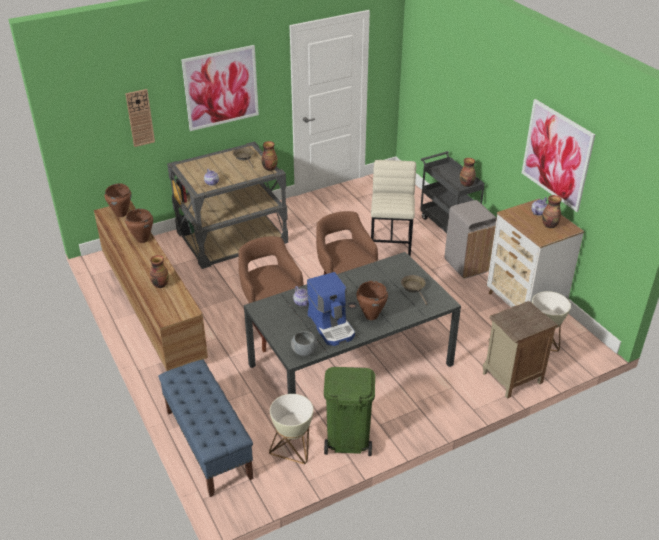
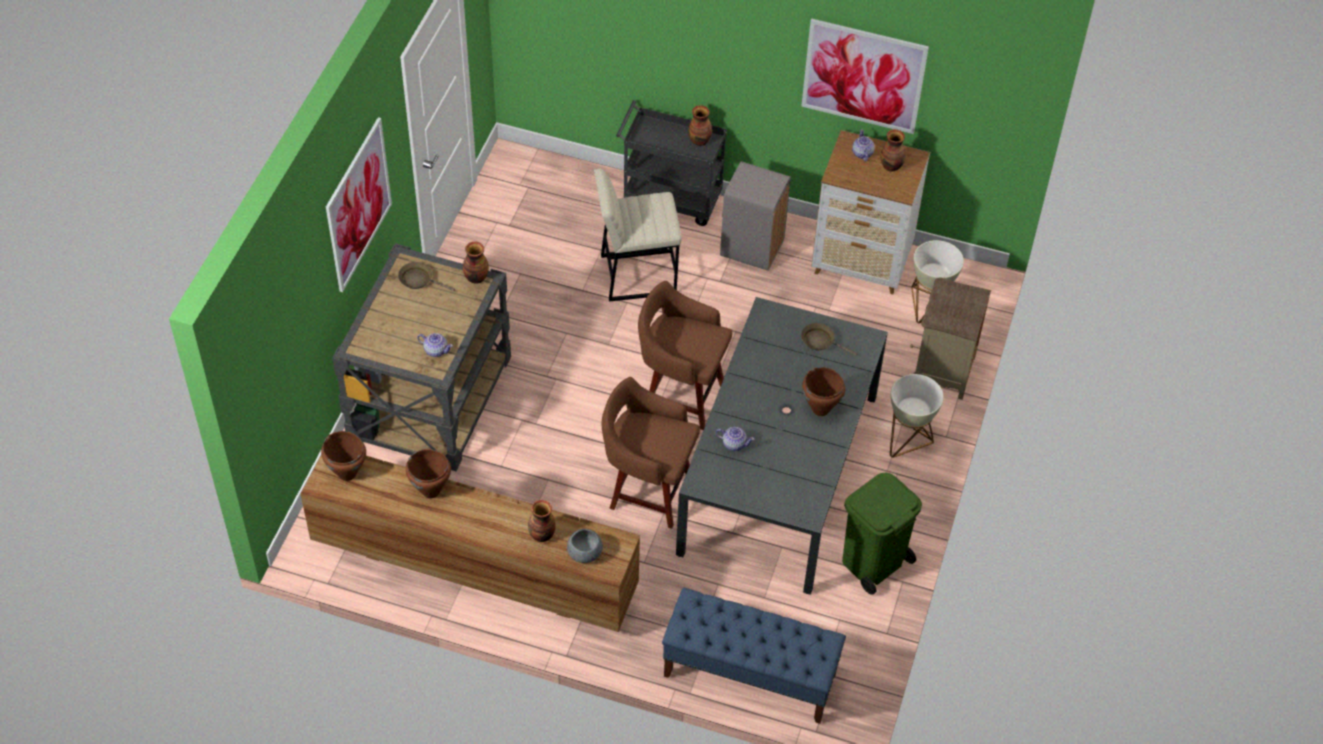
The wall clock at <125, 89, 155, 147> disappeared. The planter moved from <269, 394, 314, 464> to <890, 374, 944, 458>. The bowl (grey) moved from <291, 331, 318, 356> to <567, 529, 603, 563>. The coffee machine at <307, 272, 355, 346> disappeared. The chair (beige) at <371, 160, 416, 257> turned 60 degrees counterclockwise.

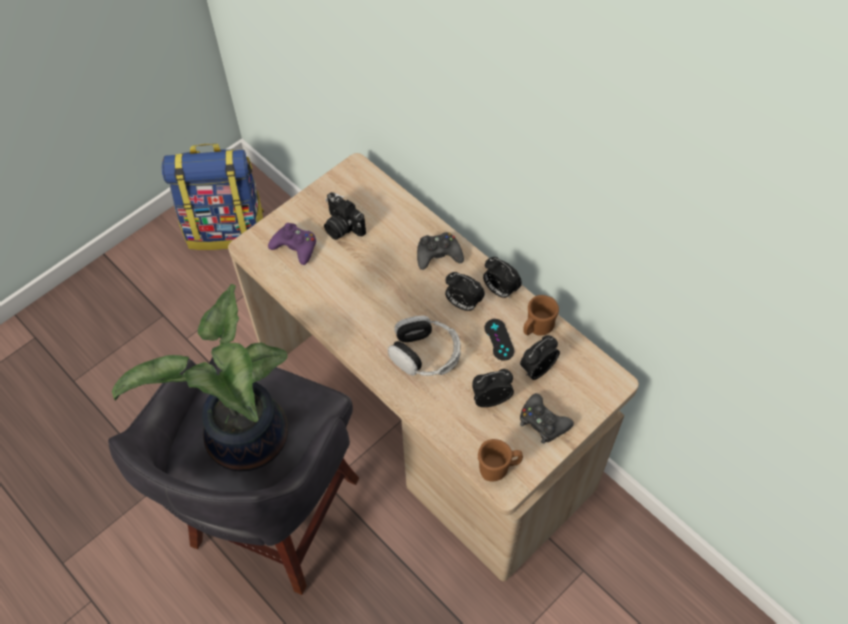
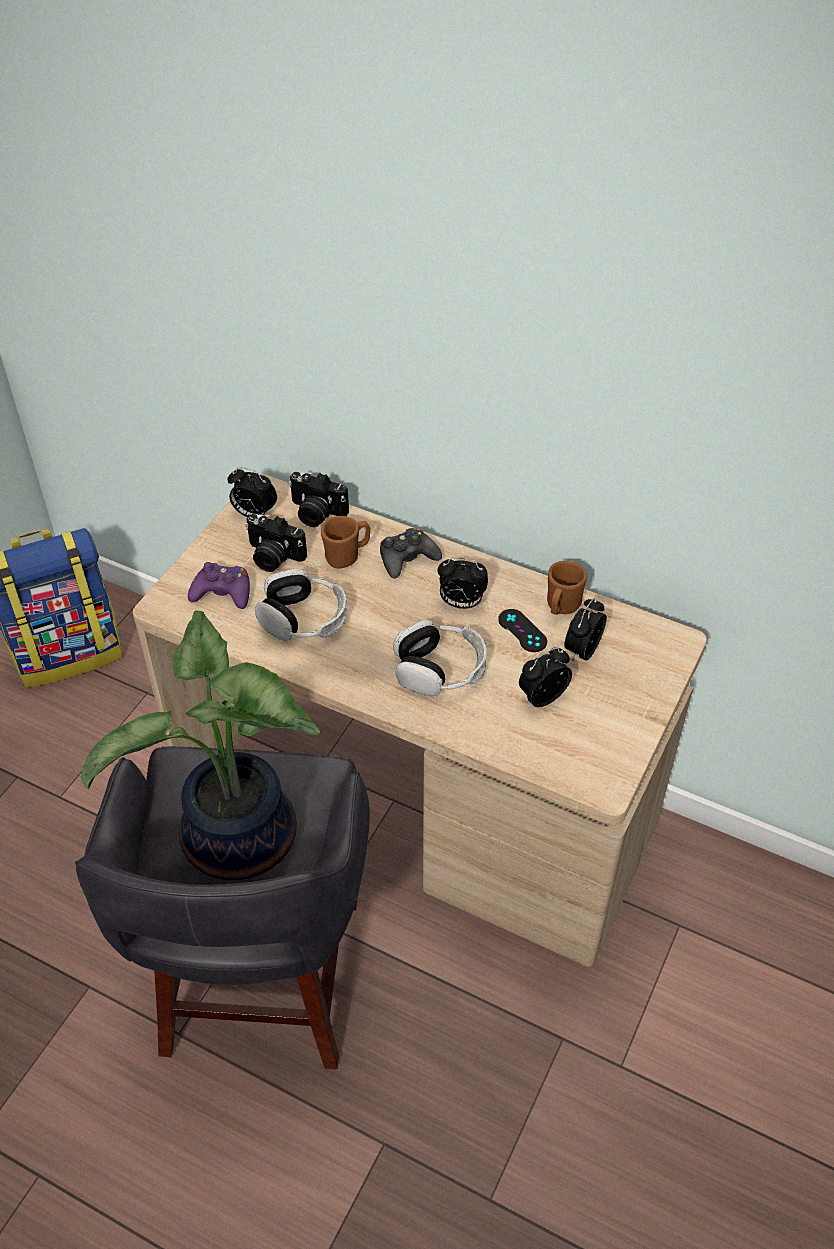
The mug (brown) moved from <478, 439, 523, 482> to <321, 516, 370, 569>. The alarm clock moved from <483, 257, 522, 299> to <227, 467, 277, 517>. The game controller (black) at <520, 393, 574, 444> disappeared. The headphones at <255, 569, 347, 641> appeared. The photo camera at <288, 472, 349, 527> appeared.

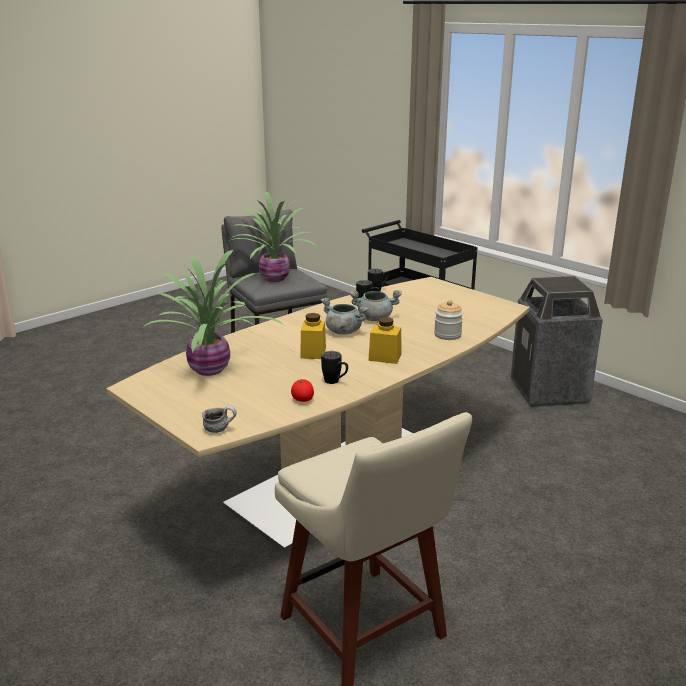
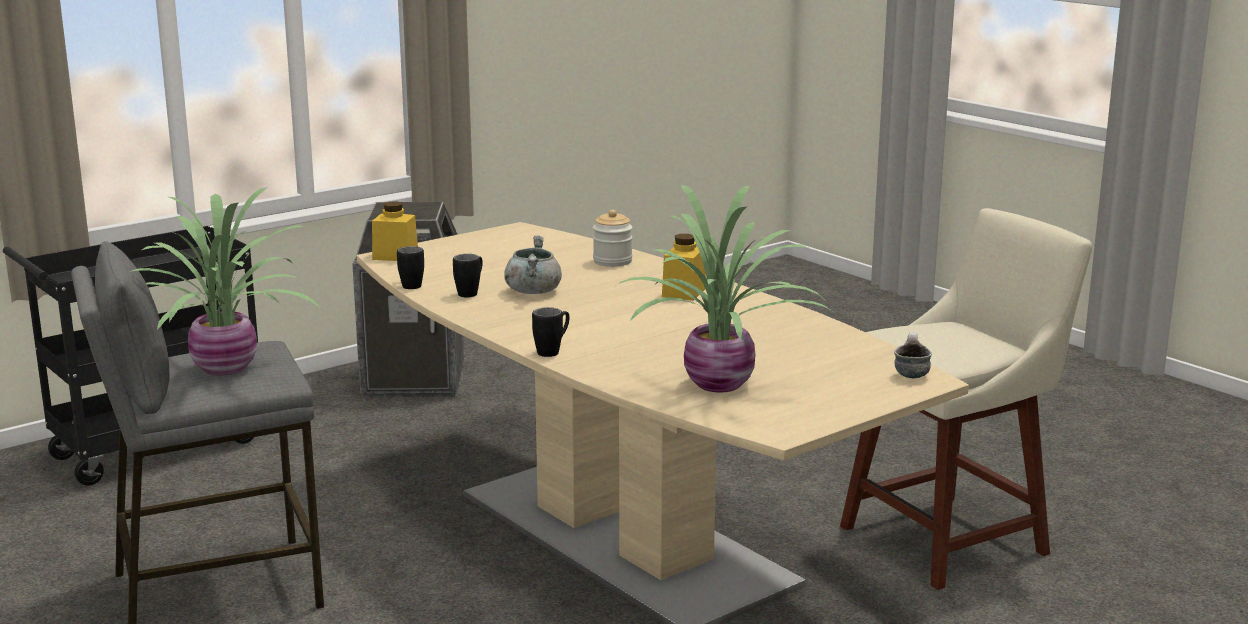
The tomato at <291, 379, 314, 402> disappeared. The jar (yellow) moved from <300, 313, 326, 359> to <372, 201, 418, 261>. The cooking pot (grey) at <321, 298, 369, 335> disappeared. The mug (black) moved from <321, 351, 348, 384> to <532, 307, 570, 357>.

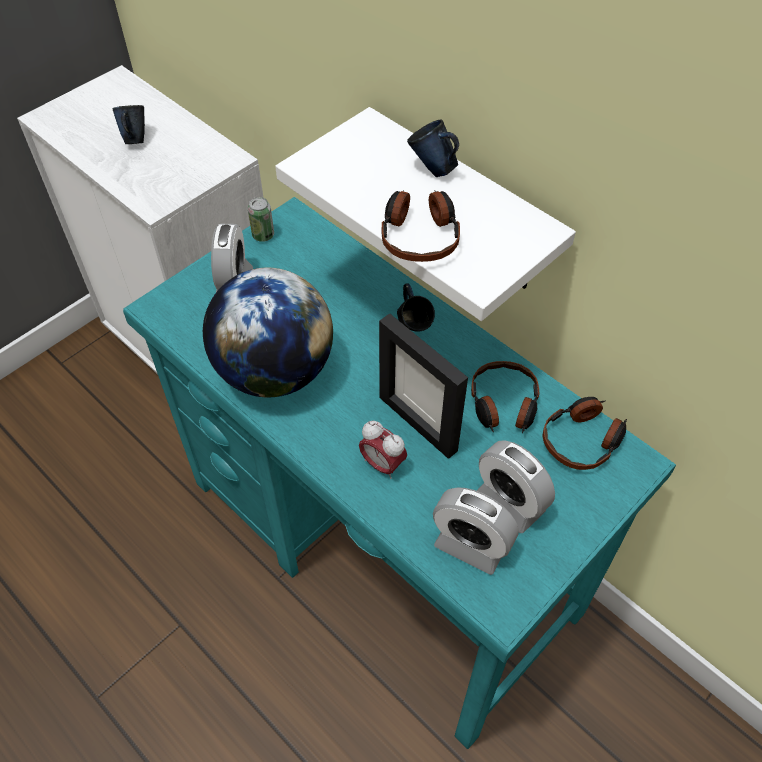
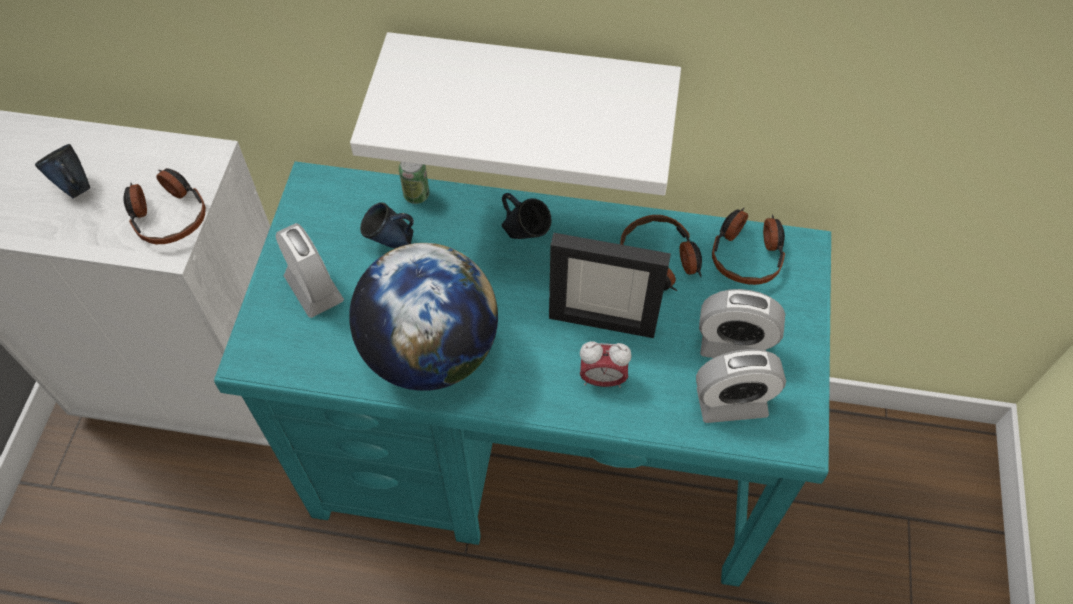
The can moved from <248, 197, 274, 242> to <399, 162, 430, 204>. The headphones moved from <382, 190, 460, 262> to <123, 168, 206, 244>. The mug (blue) moved from <407, 120, 459, 177> to <360, 202, 414, 248>.

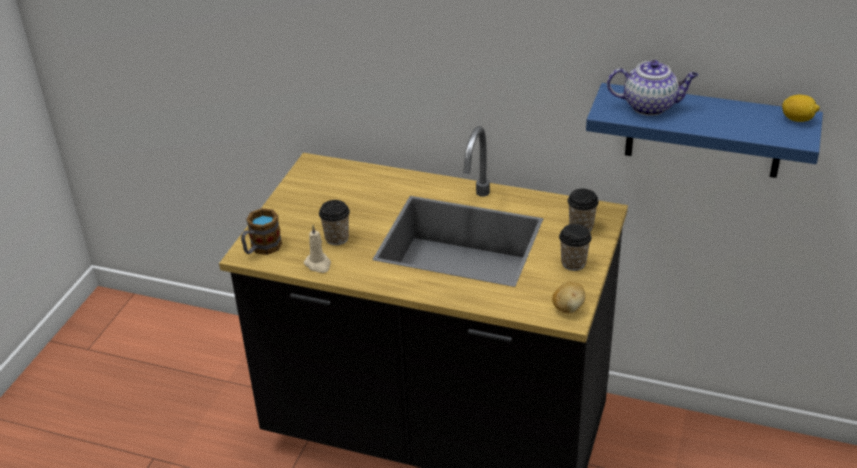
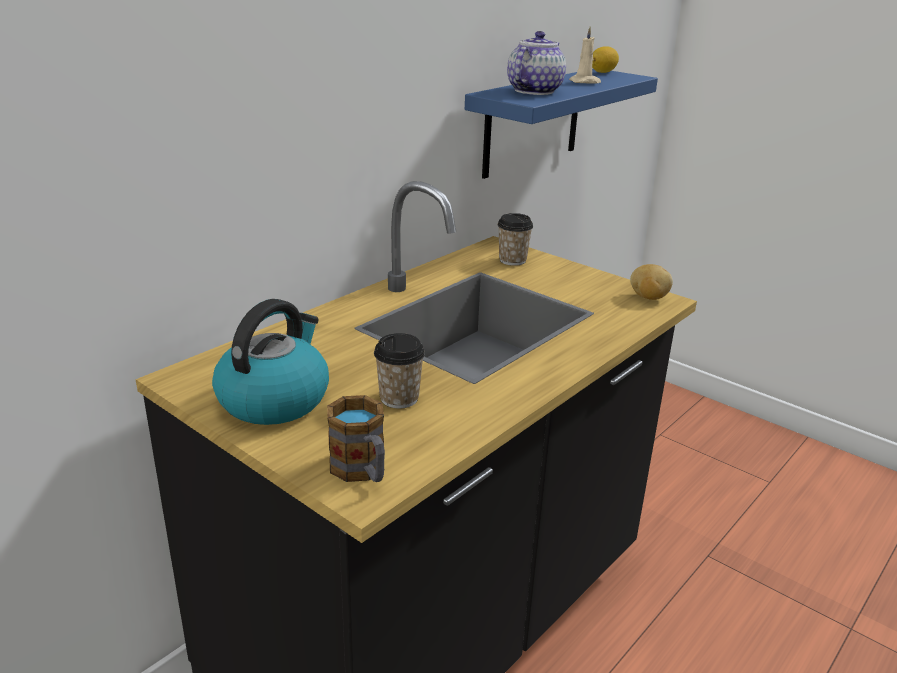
The candle (beige) moved from <304, 225, 331, 273> to <569, 26, 601, 84>. The cup at <559, 224, 592, 271> disappeared. The kettle at <212, 299, 329, 425> appeared.

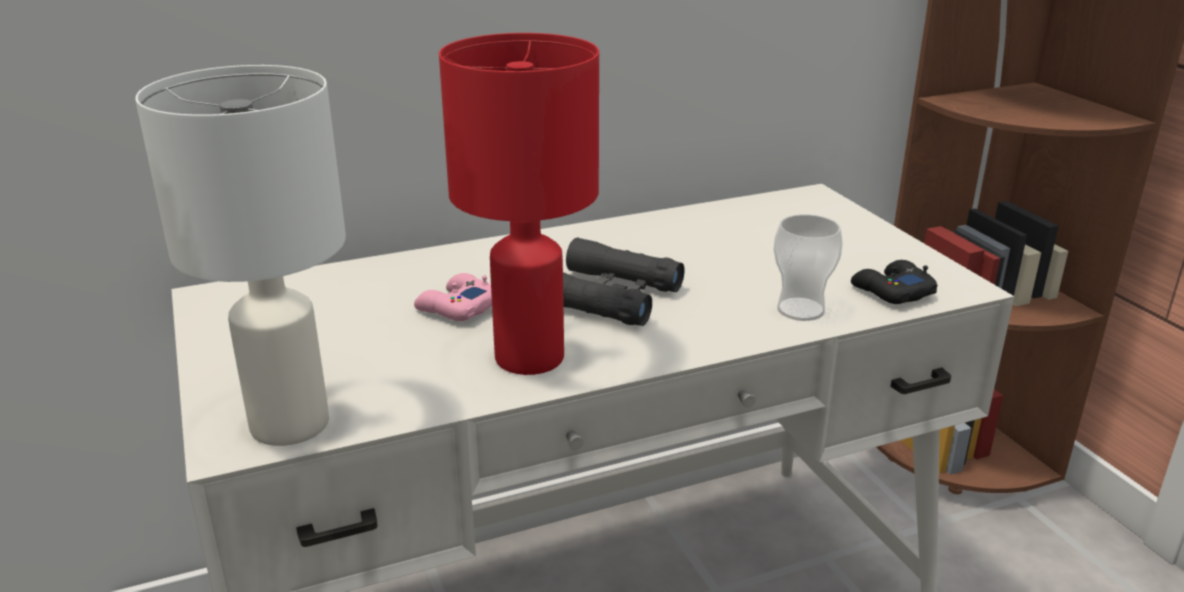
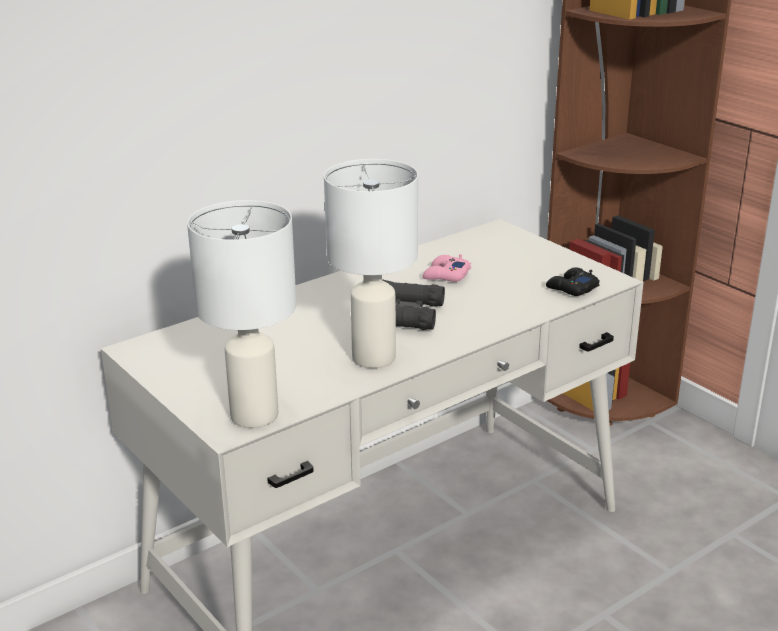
The game controller (pink) moved from <414, 273, 492, 321> to <422, 254, 471, 282>. The table lamp (red) at <439, 33, 599, 375> became the table lamp (white) at <324, 159, 418, 368>. The cup at <773, 214, 843, 321> disappeared.

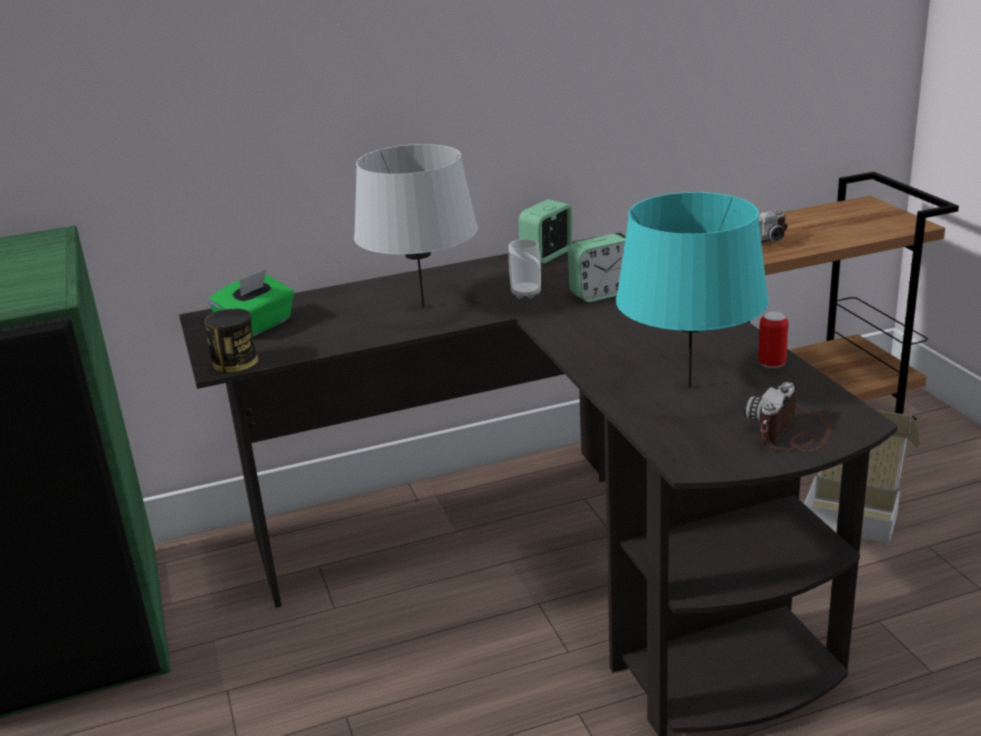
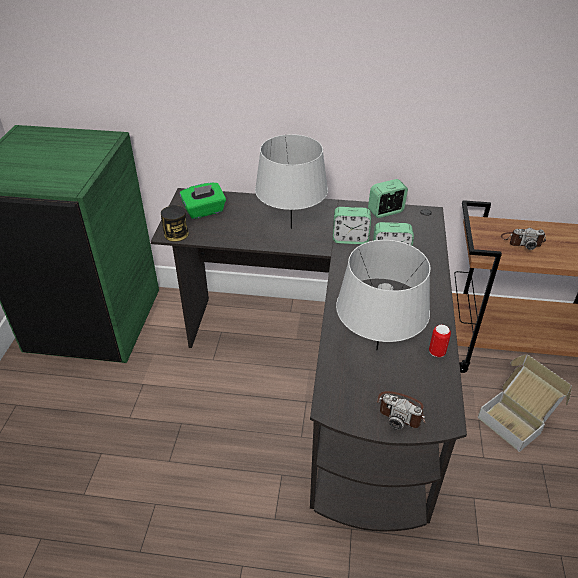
The cup at <508, 239, 541, 299> was replaced by the alarm clock at <333, 207, 371, 244>. The table lamp (turquoise) at <616, 192, 769, 388> became the table lamp (grey) at <336, 240, 430, 350>. The photo camera at <744, 382, 831, 451> turned 120 degrees counterclockwise.

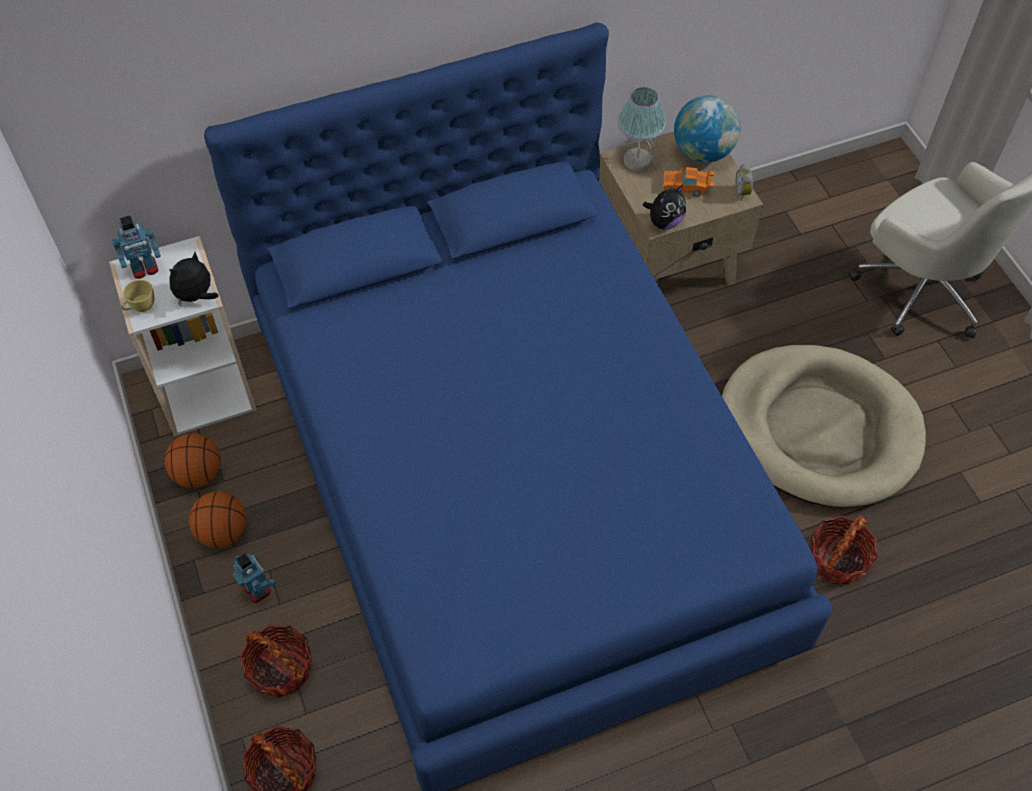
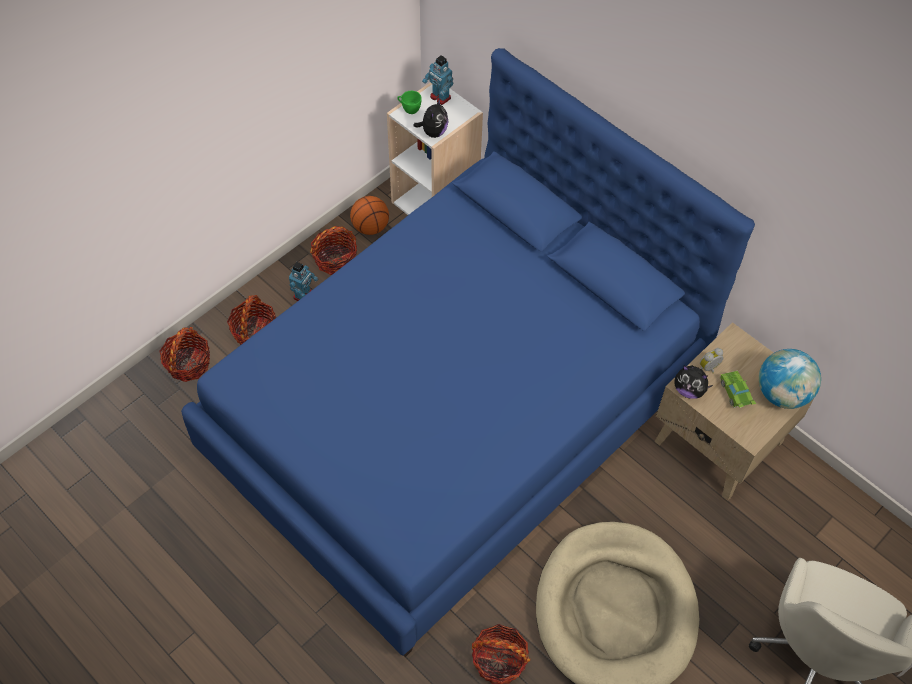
The cup (yellow) at <121, 280, 154, 312> became the cup (green) at <397, 91, 422, 114>. The plush toy at <169, 252, 218, 307> turned 90 degrees clockwise. The basketball at <189, 492, 246, 548> was replaced by the basket at <310, 226, 357, 275>. The table lamp at <618, 87, 666, 171> disappeared. The toy car (orange) at <663, 167, 715, 197> became the toy car (green) at <720, 370, 756, 408>. The alarm clock moved from <736, 163, 753, 201> to <700, 348, 723, 373>.

